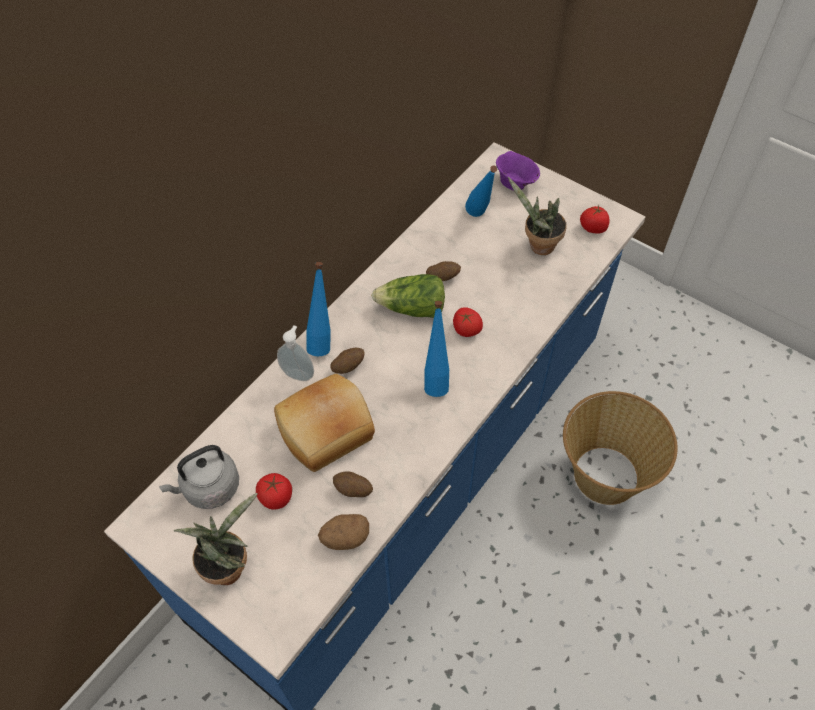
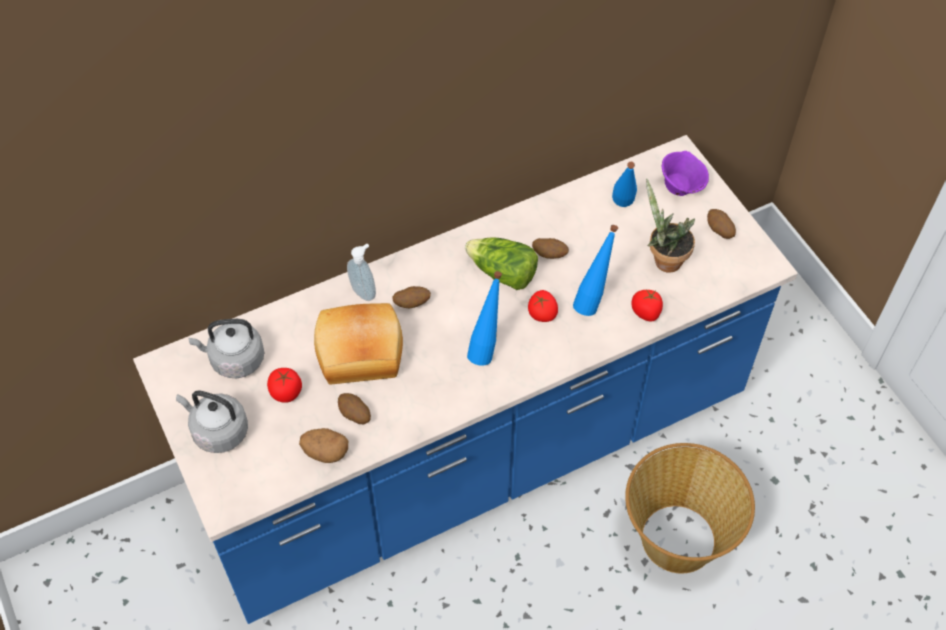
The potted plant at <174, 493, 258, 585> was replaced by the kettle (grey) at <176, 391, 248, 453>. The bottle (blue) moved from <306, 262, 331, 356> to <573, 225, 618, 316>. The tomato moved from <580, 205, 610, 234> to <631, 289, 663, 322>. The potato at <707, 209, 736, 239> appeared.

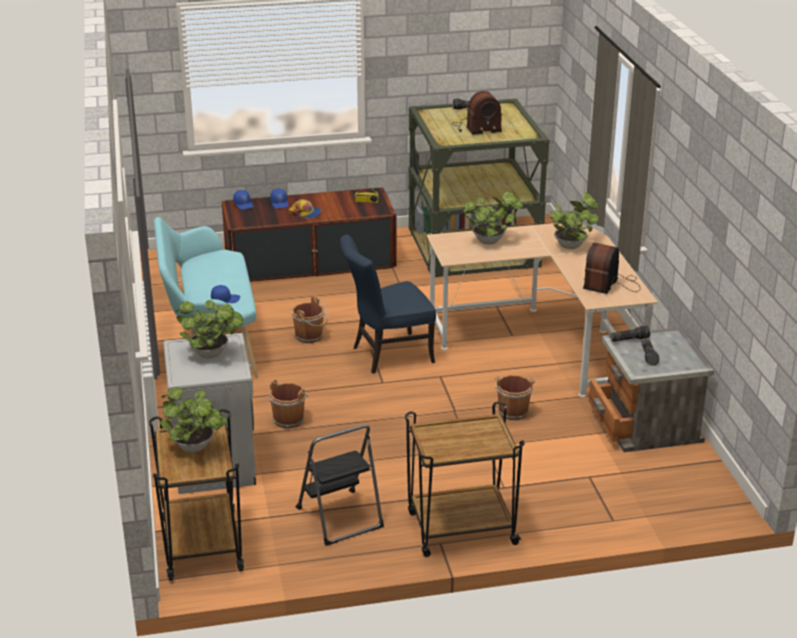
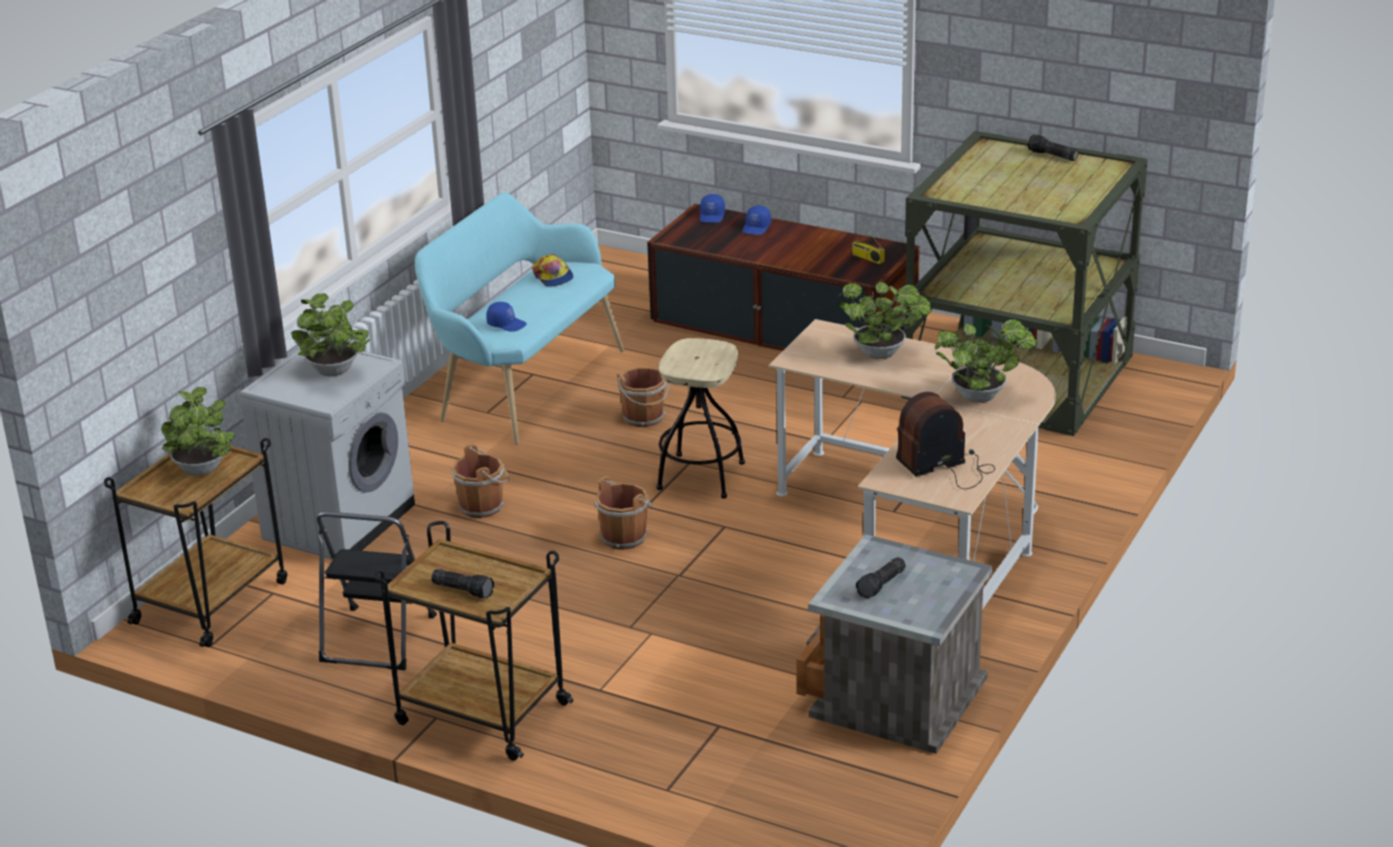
The cap moved from <289, 199, 321, 219> to <532, 254, 574, 287>. The chair (blue) at <340, 235, 436, 374> was replaced by the stool (beige) at <657, 338, 745, 498>. The radio at <452, 91, 502, 135> disappeared. The bucket (brown) moved from <495, 375, 535, 420> to <594, 476, 654, 550>. The flashlight moved from <610, 326, 650, 342> to <431, 569, 494, 598>.

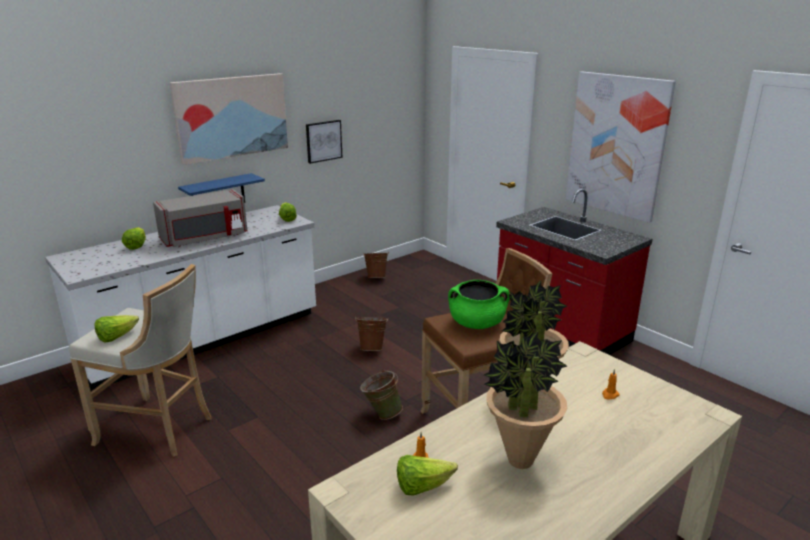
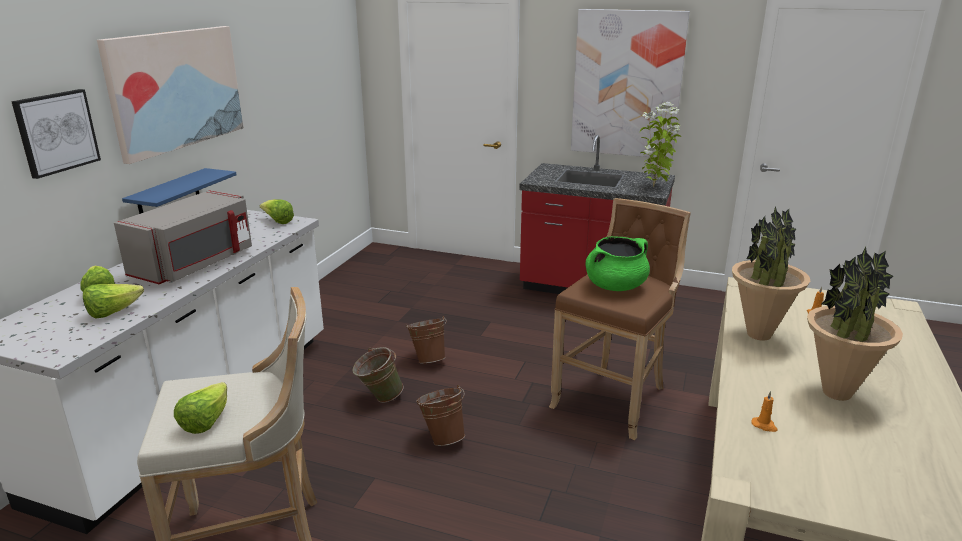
The picture moved from <306, 120, 342, 164> to <11, 89, 101, 179>. The bucket (green) moved from <360, 369, 403, 420> to <353, 347, 404, 403>. The bucket (brown) moved from <363, 251, 389, 278> to <416, 385, 465, 446>. The lettuce moved from <397, 455, 458, 496> to <83, 284, 144, 319>. The potted plant at <640, 102, 681, 187> appeared.

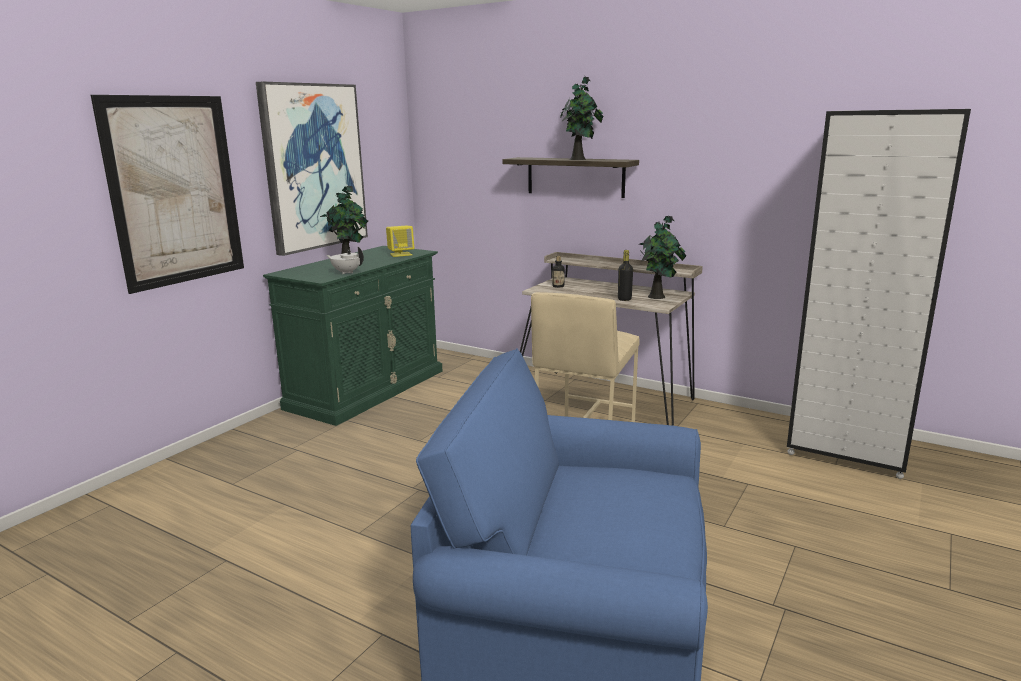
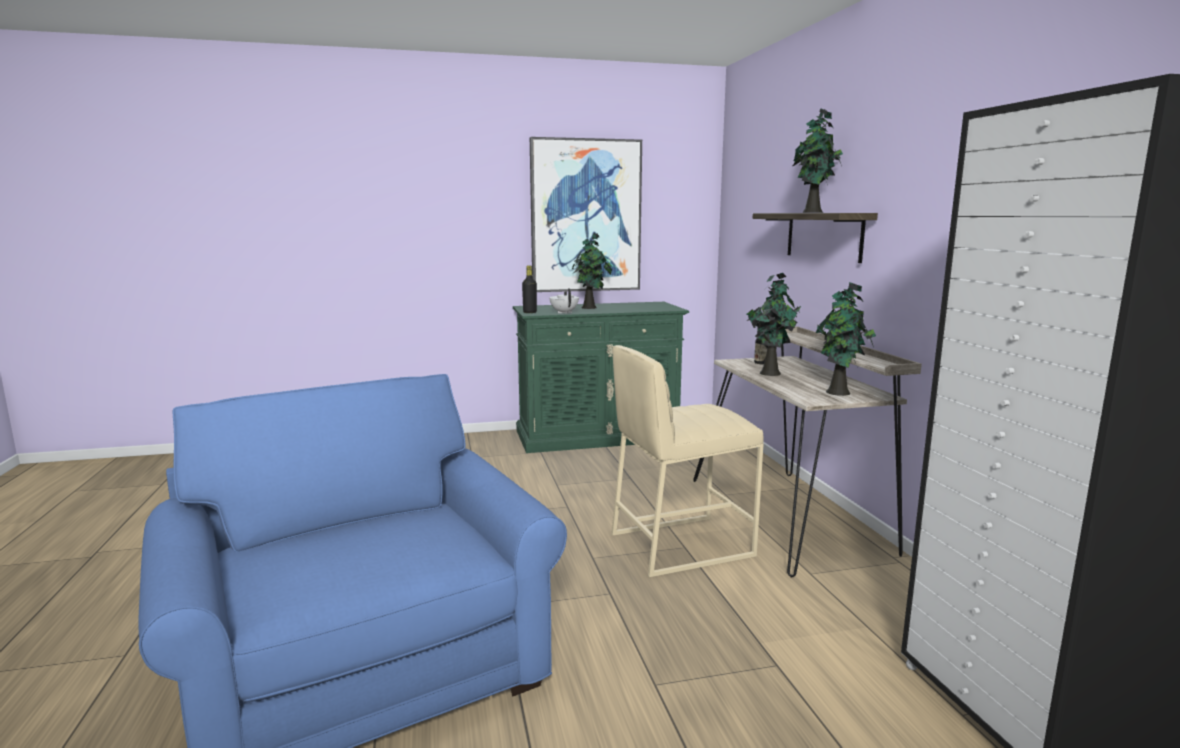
The picture at <91, 95, 244, 294> disappeared. The speaker (yellow) at <386, 226, 414, 257> disappeared. The bottle (black) moved from <618, 250, 633, 301> to <522, 265, 537, 313>. The potted plant at <747, 273, 801, 376> appeared.

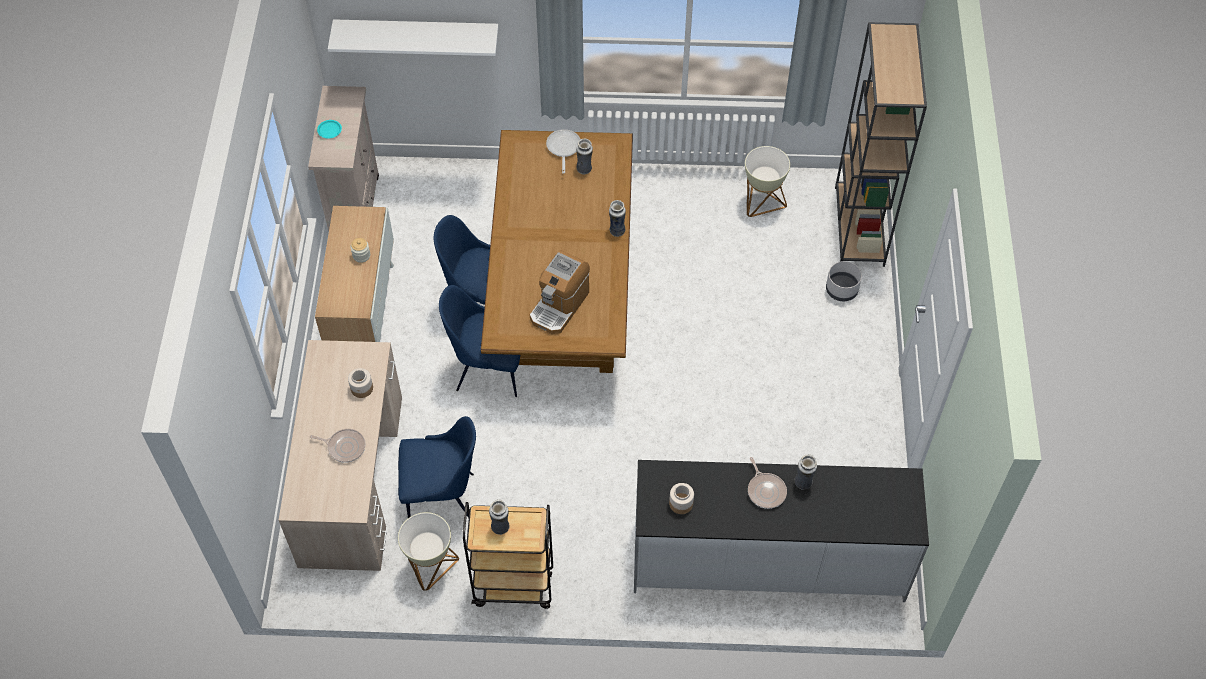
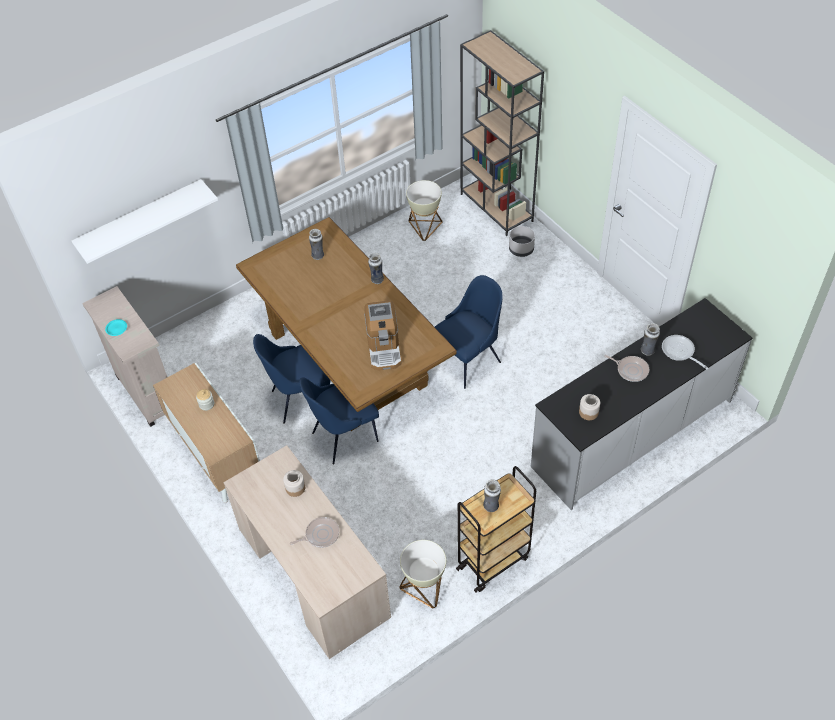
The chair (blue) moved from <398, 416, 476, 518> to <435, 275, 502, 389>. The frying pan moved from <546, 129, 580, 173> to <662, 335, 709, 370>.

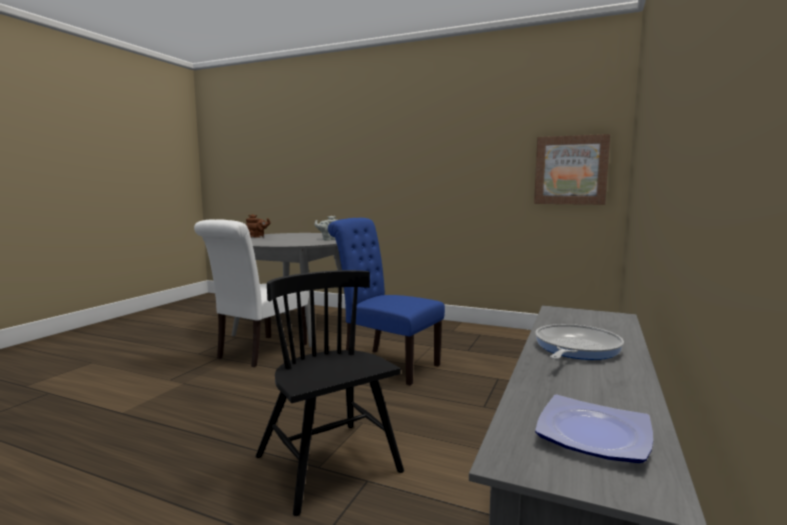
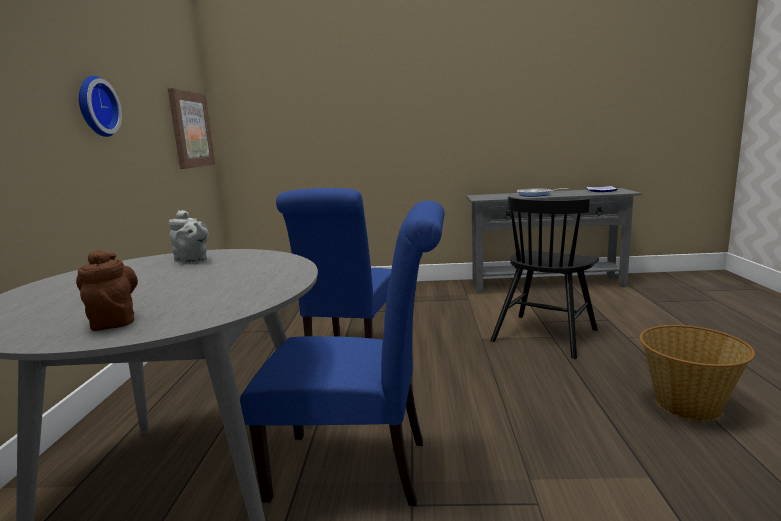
The chair (white) at <194, 219, 309, 367> became the chair (blue) at <240, 201, 445, 506>. The wall clock at <79, 76, 122, 137> appeared. The basket at <640, 325, 755, 421> appeared.

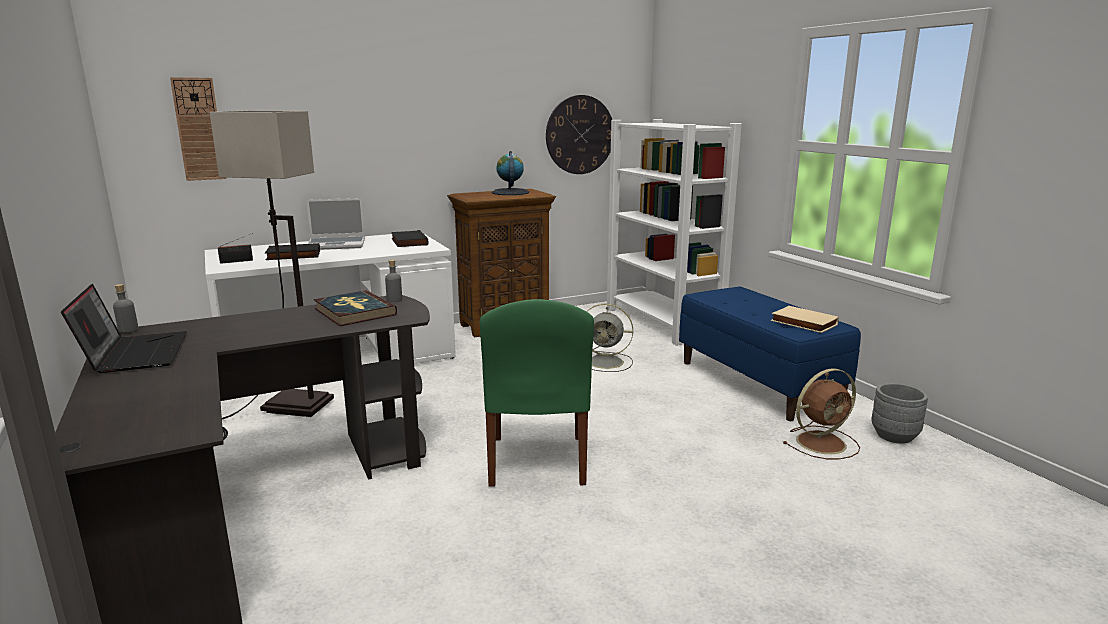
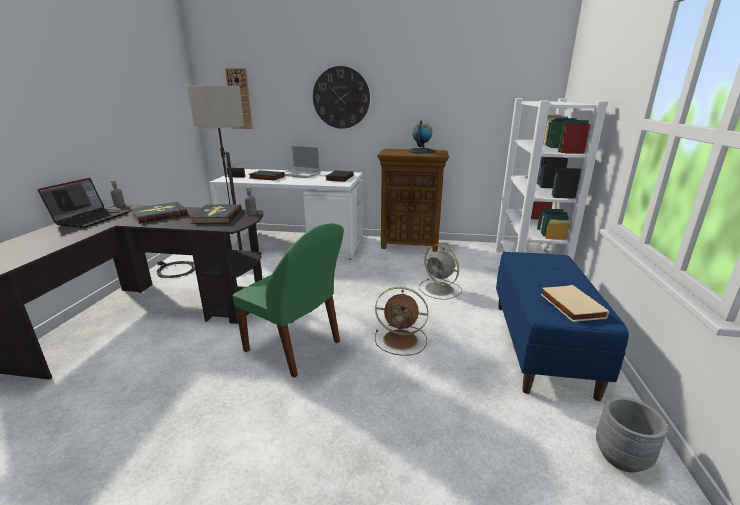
The chair (green) at <480, 299, 594, 487> turned 90 degrees counterclockwise. The wall clock moved from <546, 95, 612, 174> to <313, 66, 370, 129>. The fan (brown) moved from <783, 368, 860, 459> to <375, 287, 428, 356>. The book at <131, 202, 188, 224> appeared.

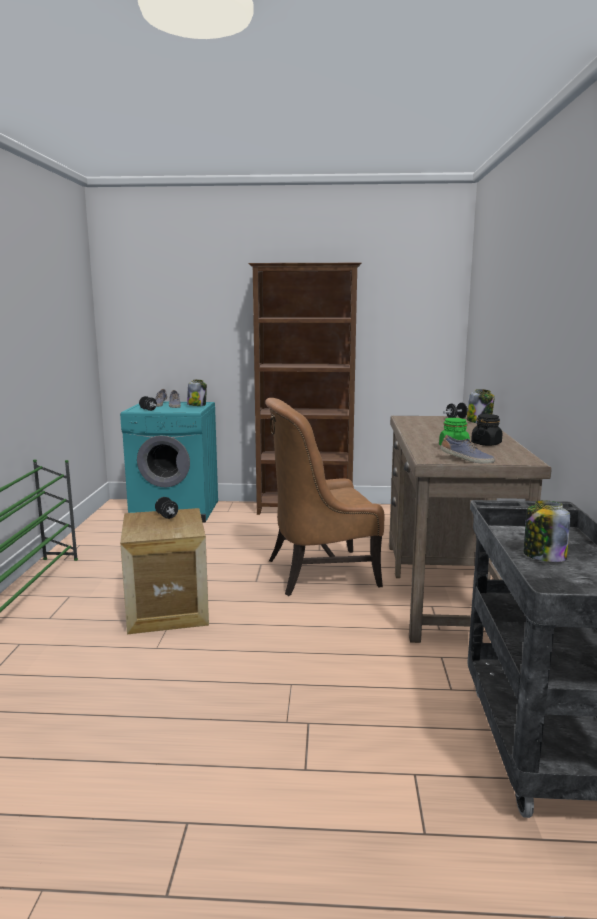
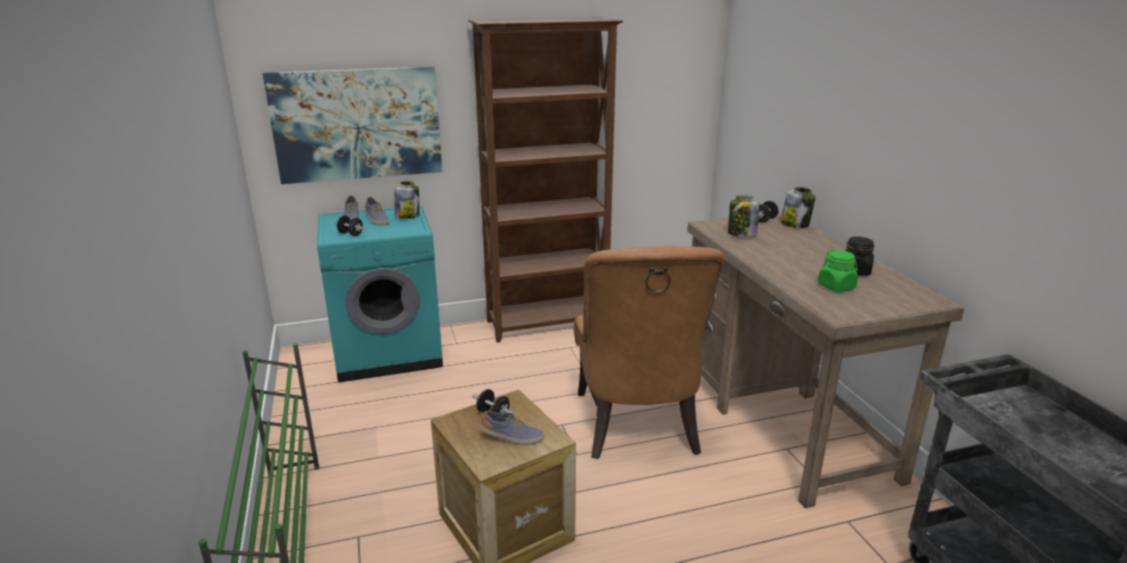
The chair (brown) at <265, 398, 384, 596> turned 60 degrees counterclockwise. The shoe moved from <440, 435, 495, 464> to <480, 411, 544, 445>. The jar moved from <524, 500, 570, 562> to <728, 195, 759, 237>. The picture at <263, 66, 442, 184> appeared.

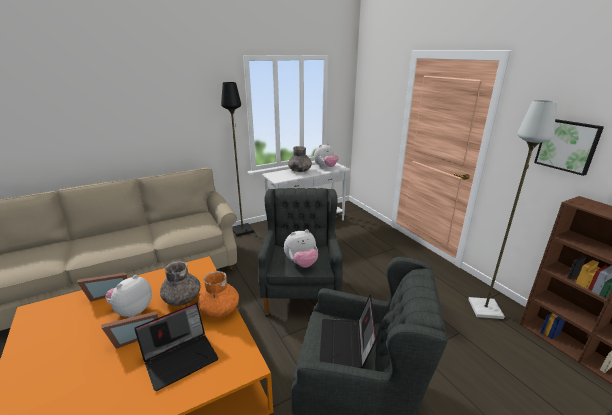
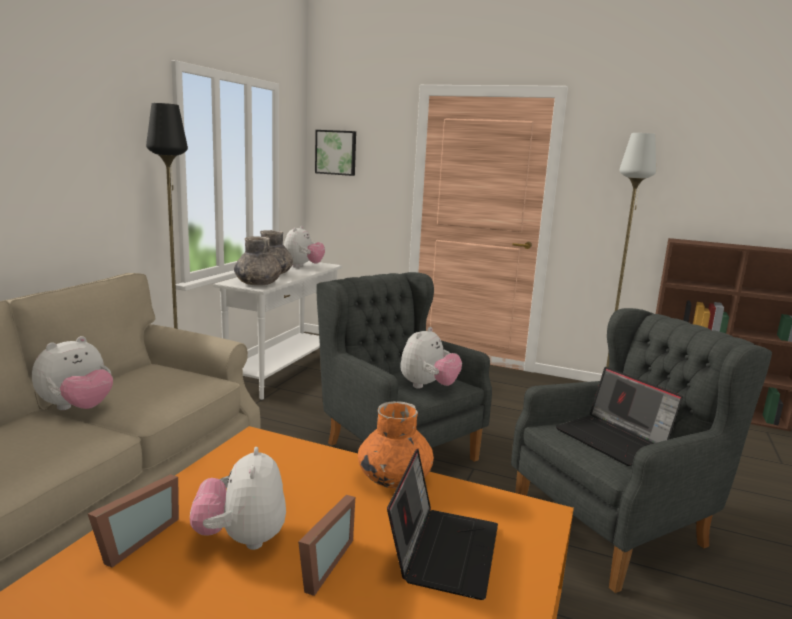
The vase (grey) moved from <160, 261, 200, 306> to <234, 236, 282, 285>. The picture moved from <534, 119, 604, 176> to <315, 130, 356, 176>. The plush toy at <32, 336, 113, 410> appeared.

